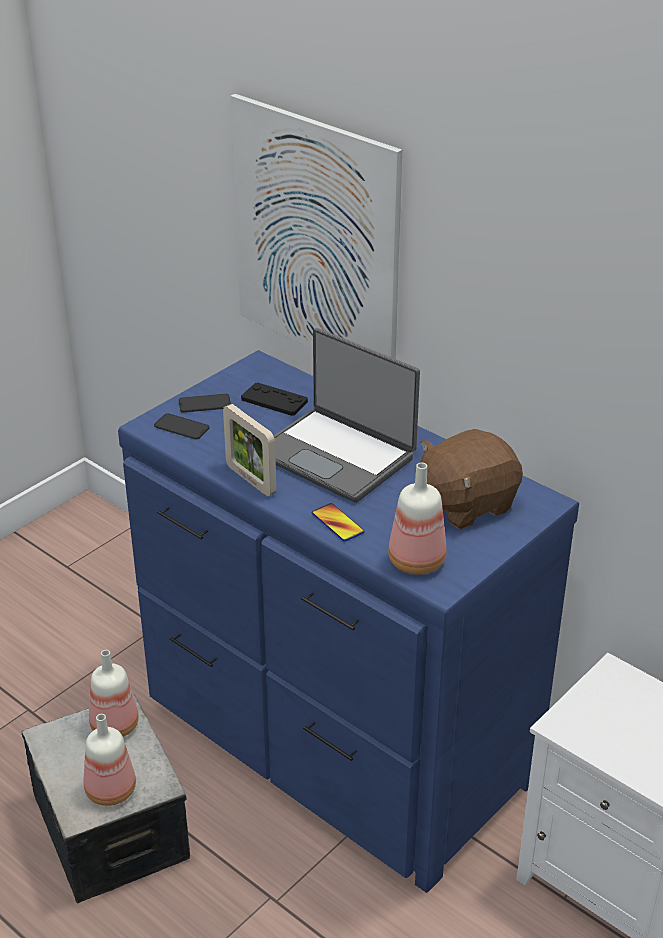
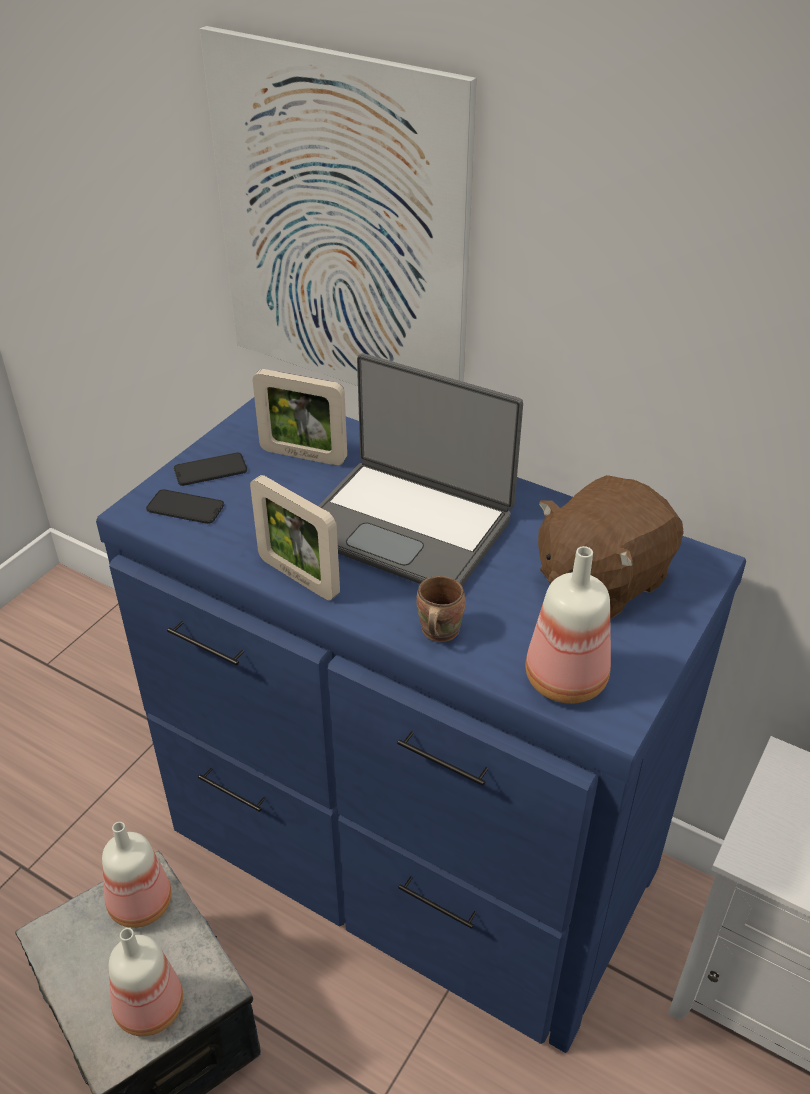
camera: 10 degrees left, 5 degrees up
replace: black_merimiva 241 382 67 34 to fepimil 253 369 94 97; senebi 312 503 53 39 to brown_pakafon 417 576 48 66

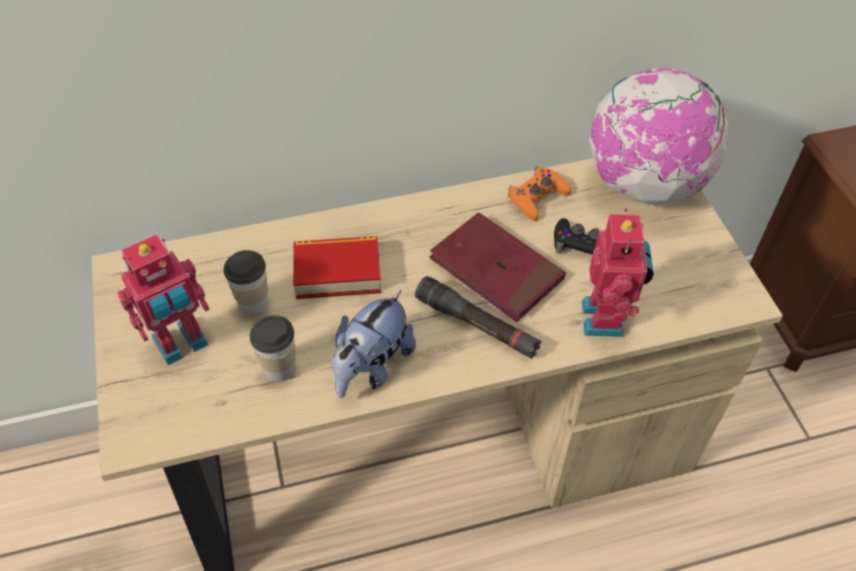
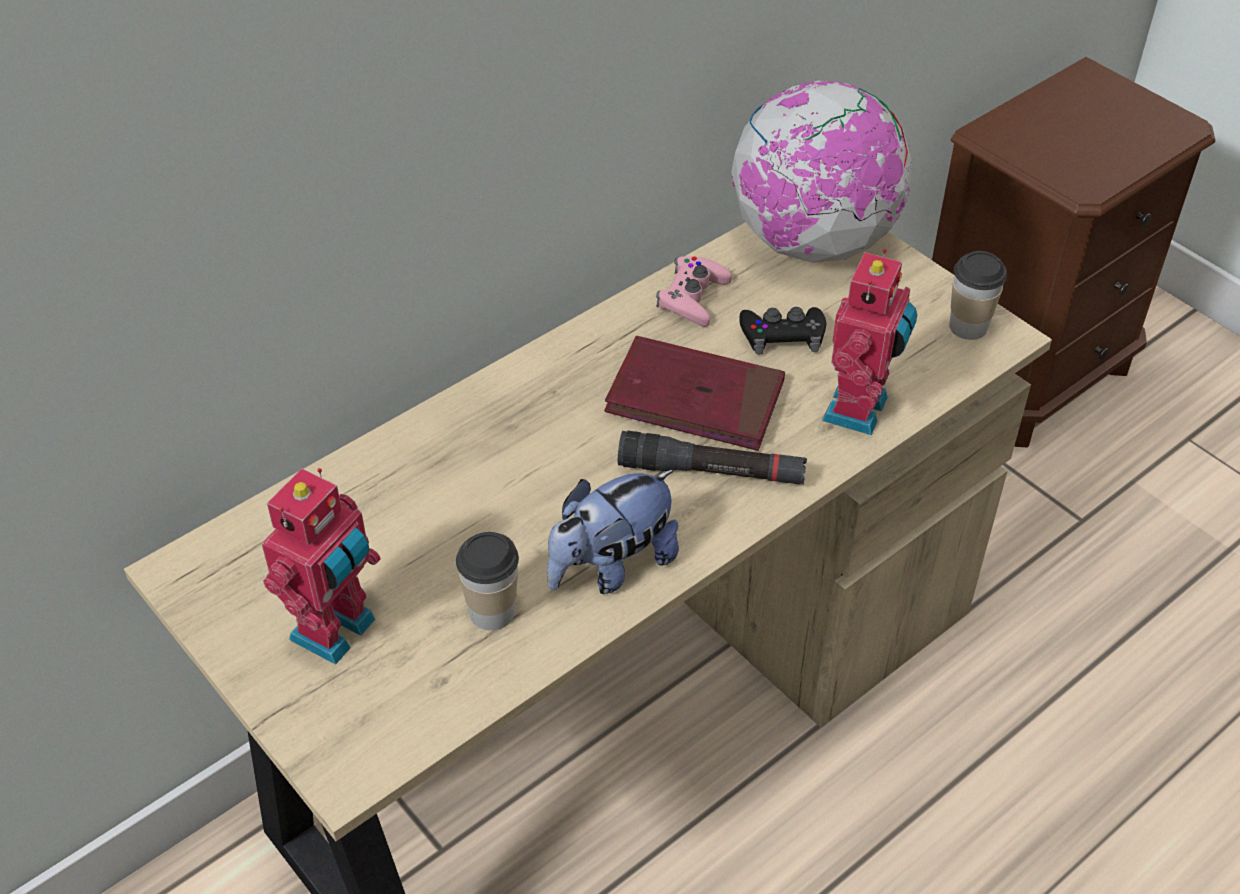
camera: 25 degrees left, 5 degrees down
delete: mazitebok 293 236 88 63
move: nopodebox 224 250 45 65 to 949 251 58 89
recolor: orange_merimiva 508 166 63 55 to pink_merimiva 656 256 76 71
rotate: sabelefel 332 290 84 108 = 547 470 132 124 45 degrees clockwise; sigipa 582 208 72 129 = 822 249 95 186 45 degrees clockwise

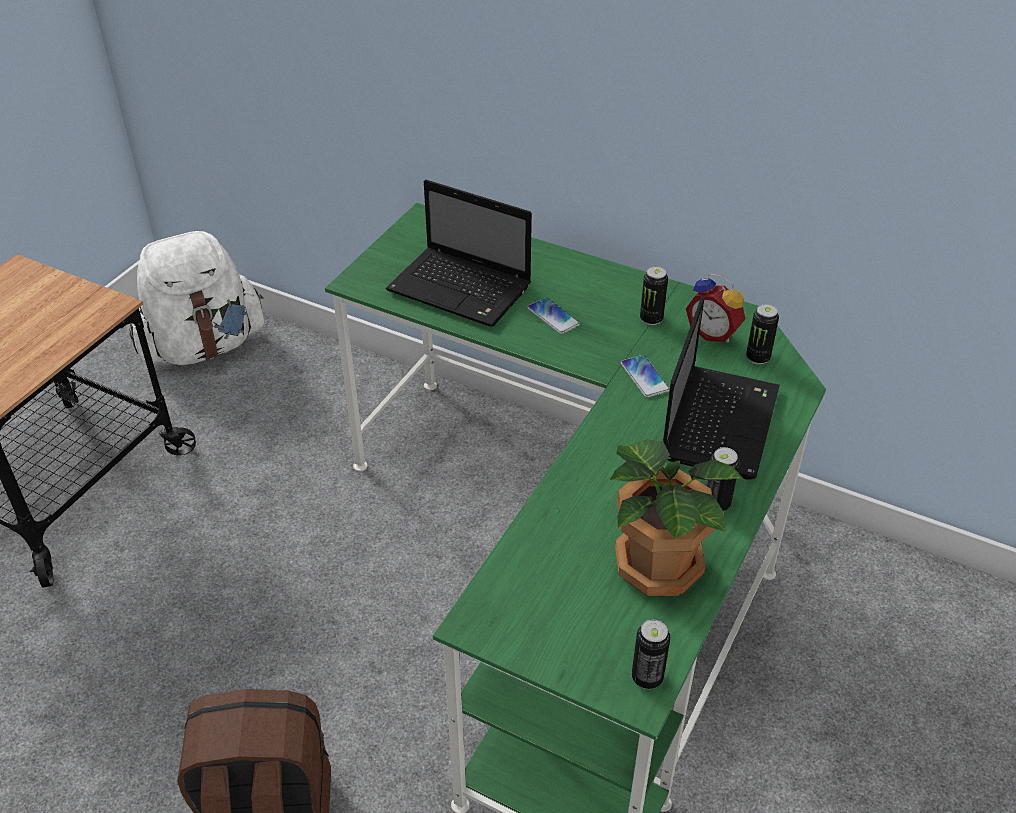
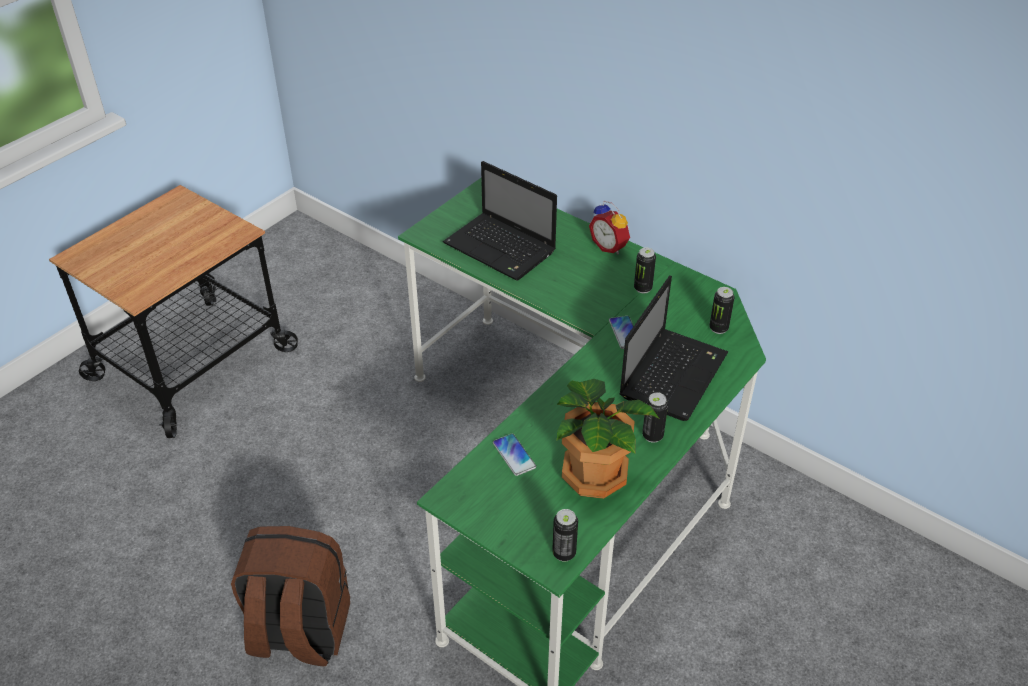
camera: 10 degrees right, 0 degrees up
delete: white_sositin 129 231 135 134
move: senebi 527 297 53 37 to 493 434 43 42; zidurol 686 273 59 70 to 589 201 41 53

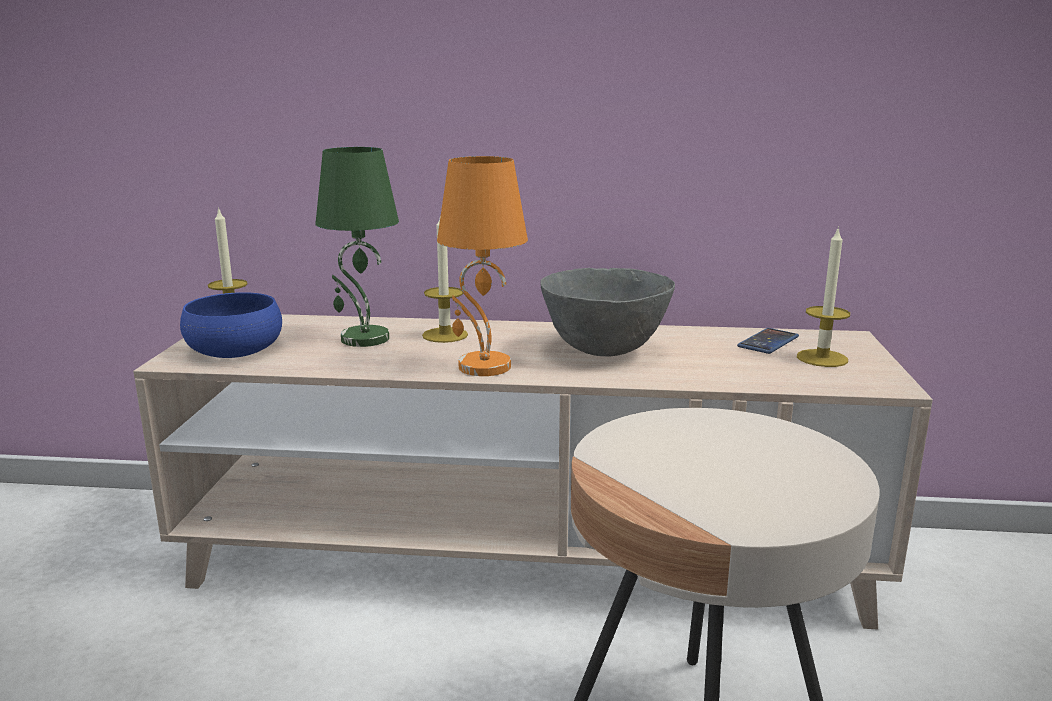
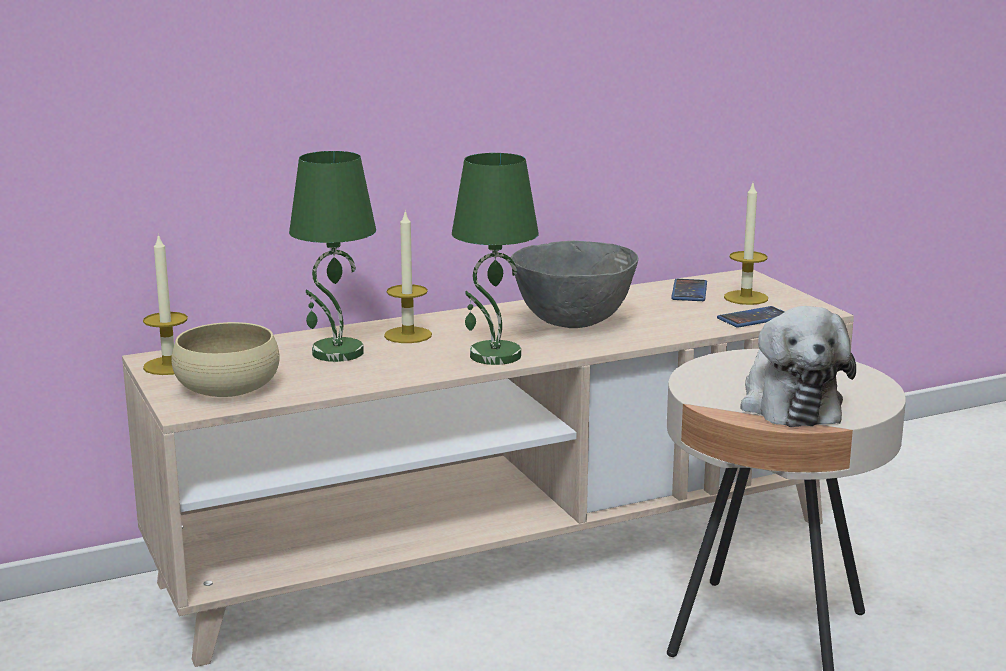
camera: 30 degrees left, 0 degrees up
insert: senebi 717 306 68 22; sabelefel 740 306 116 121
recolor: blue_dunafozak 180 292 102 66 to beige_dunafozak 172 322 108 75; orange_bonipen 437 156 91 220 to green_bonipen 452 153 87 212

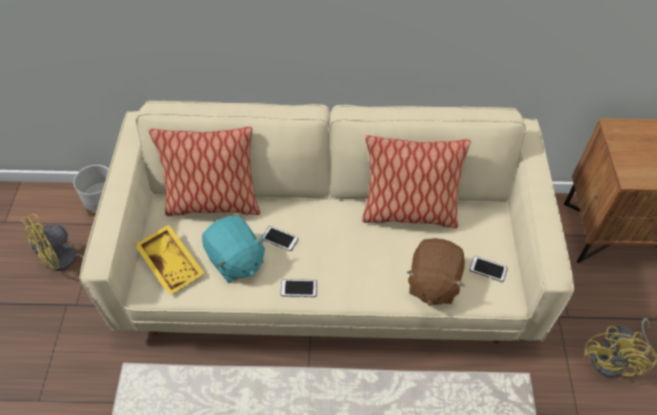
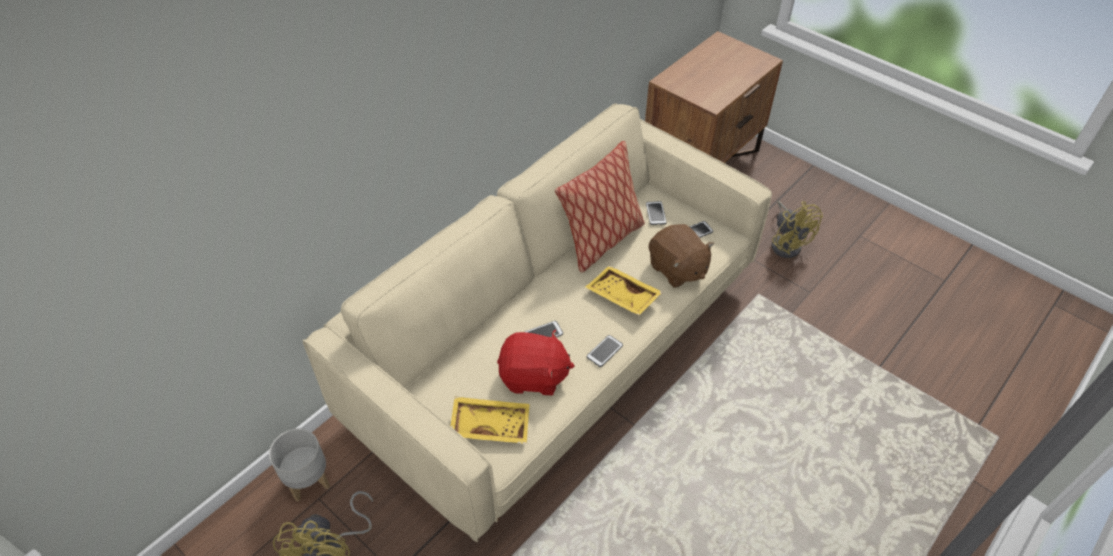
camera: 50 degrees left, 5 degrees down
delete: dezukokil 148 127 112 89
insert: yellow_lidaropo 586 266 76 49; senebi 646 201 21 24
recolor: turquoise_sabelefel 202 215 64 68 to red_sabelefel 497 329 77 66

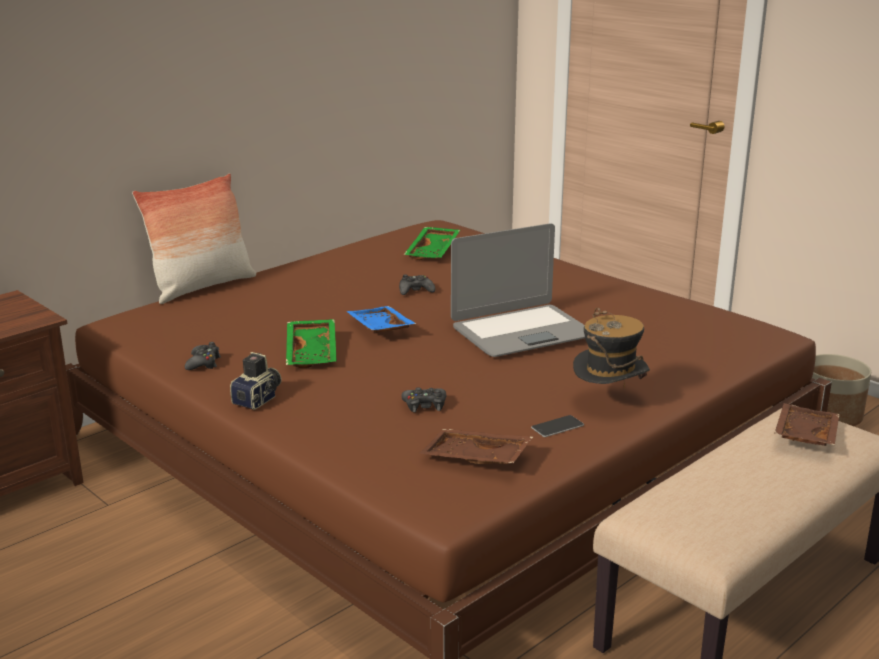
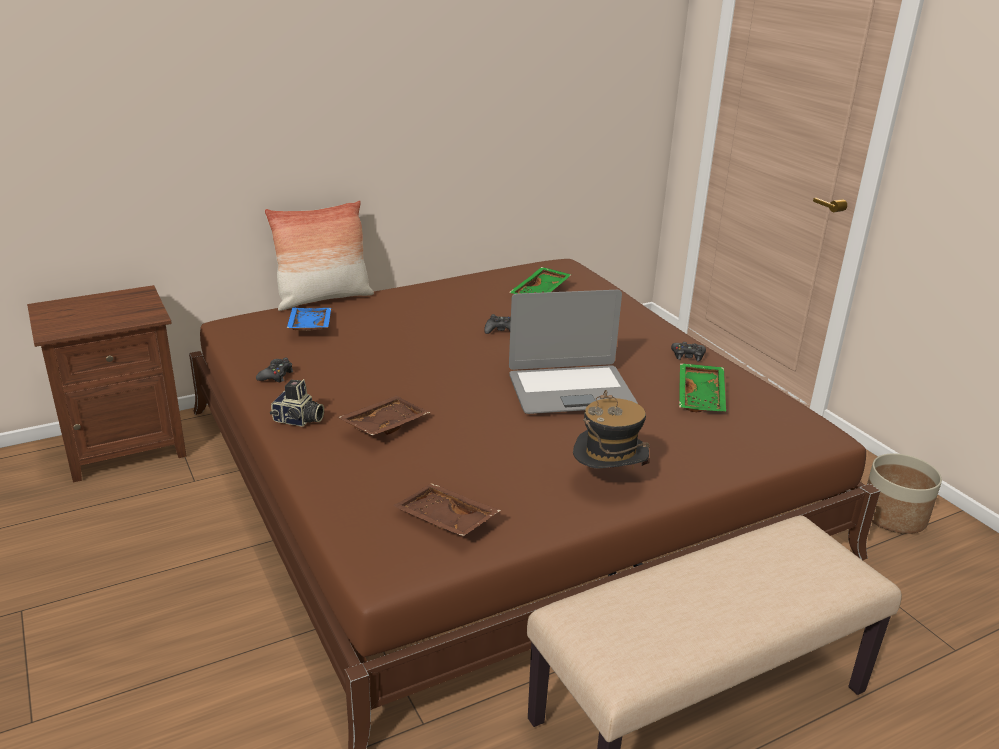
camera: 15 degrees right, 5 degrees up
delete: senebi 531 415 53 22
move: green_lidaropo 286 319 50 49 to 679 363 47 49; blue_lidaropo 347 306 70 26 to 287 308 44 23; black_merimiva 401 388 45 24 to 671 342 35 19; brown_lidaropo 775 403 64 43 to 338 396 93 39
rotate: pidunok 230 352 52 58 = 270 379 54 48 60 degrees clockwise

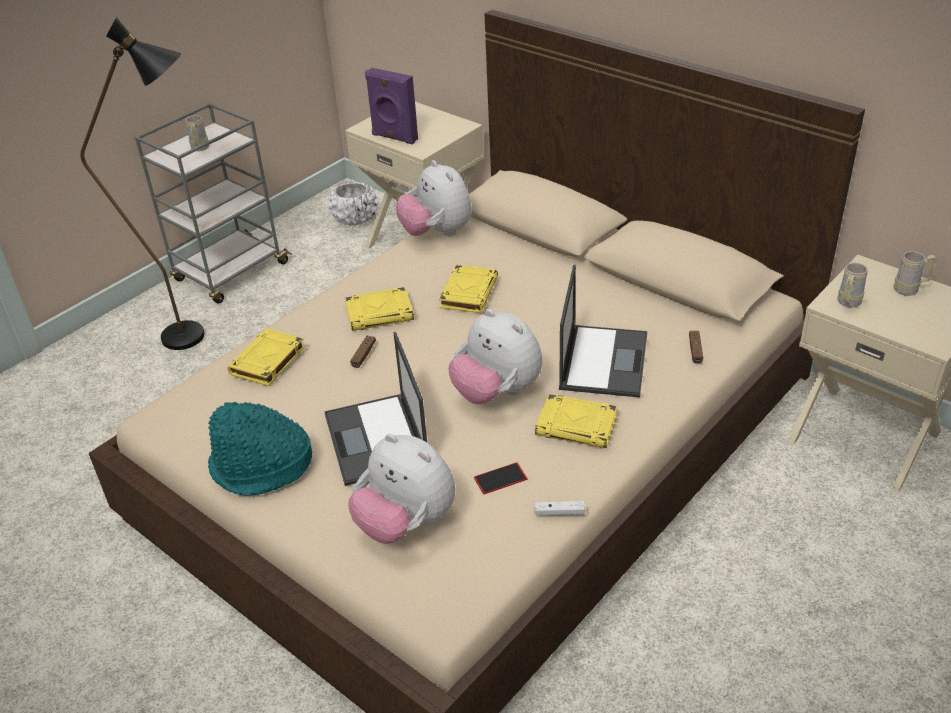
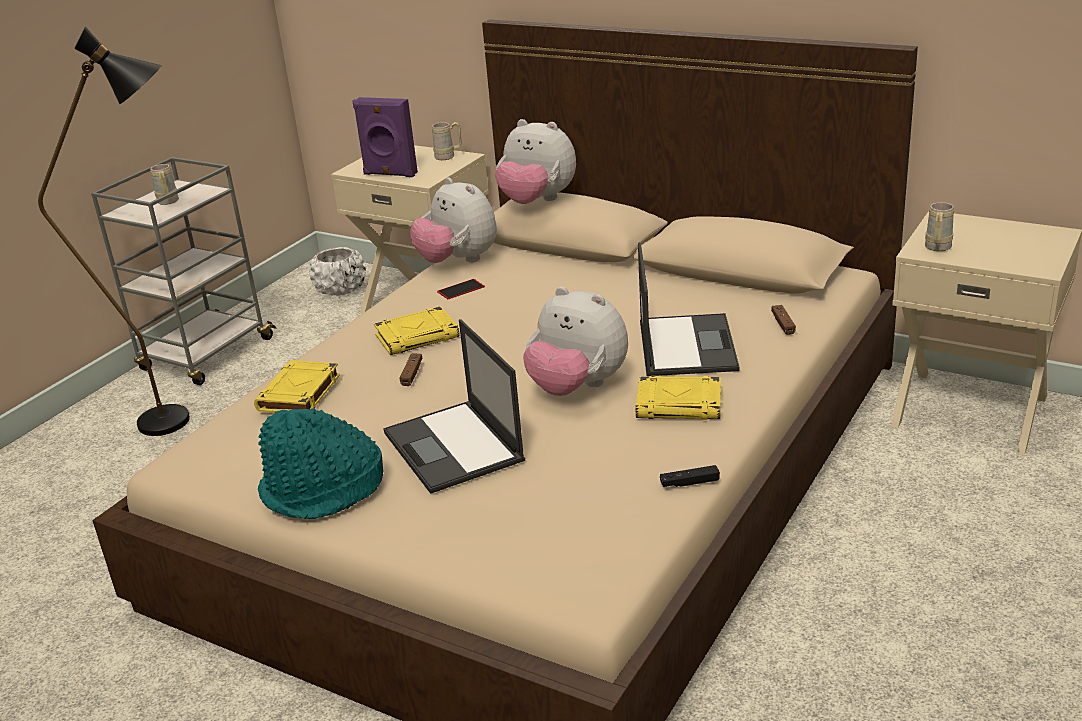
camera: 10 degrees left, 10 degrees down
delete: yellow_mazitebok 439 265 59 48
move: sabelefel 348 433 107 111 to 495 119 81 85; senebi 474 462 54 32 to 437 279 48 20; beige_pakafon 894 251 43 45 to 432 122 30 38
recolor: white_merimiva 534 501 51 14 to black_merimiva 660 465 60 22

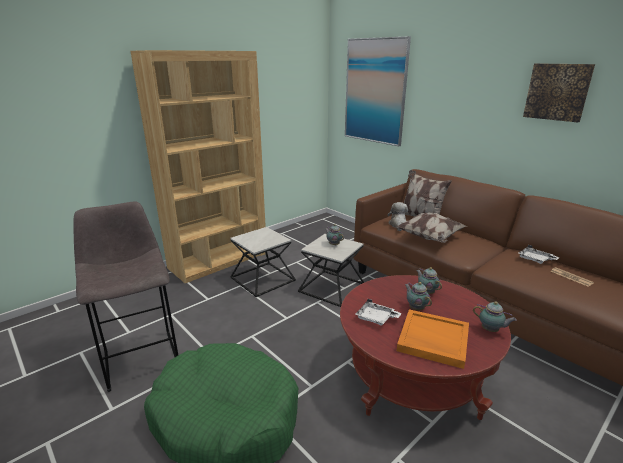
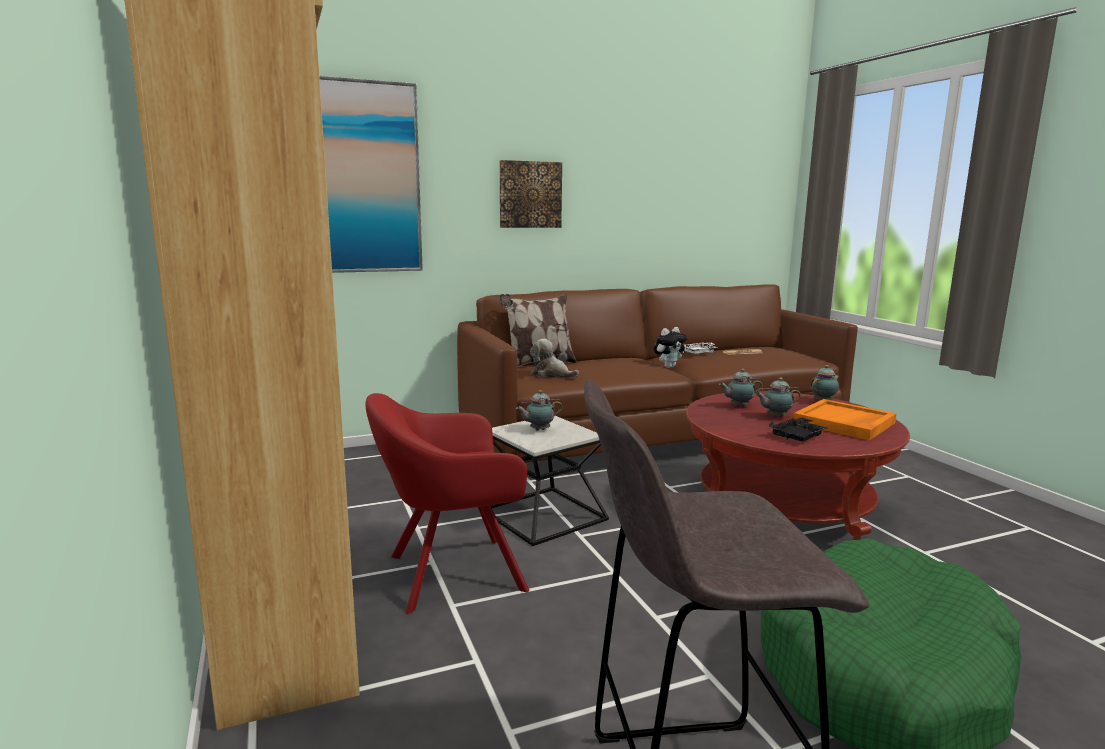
camera: 70 degrees left, 10 degrees down
delete: dezukokil 397 213 70 30
insert: sabelefel 654 327 33 41
move: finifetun 523 63 72 59 to 500 160 62 68
replace: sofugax 230 227 66 70 to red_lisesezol 366 393 163 221
recolor: white_lidaropo 355 299 47 27 to black_lidaropo 769 417 58 24

